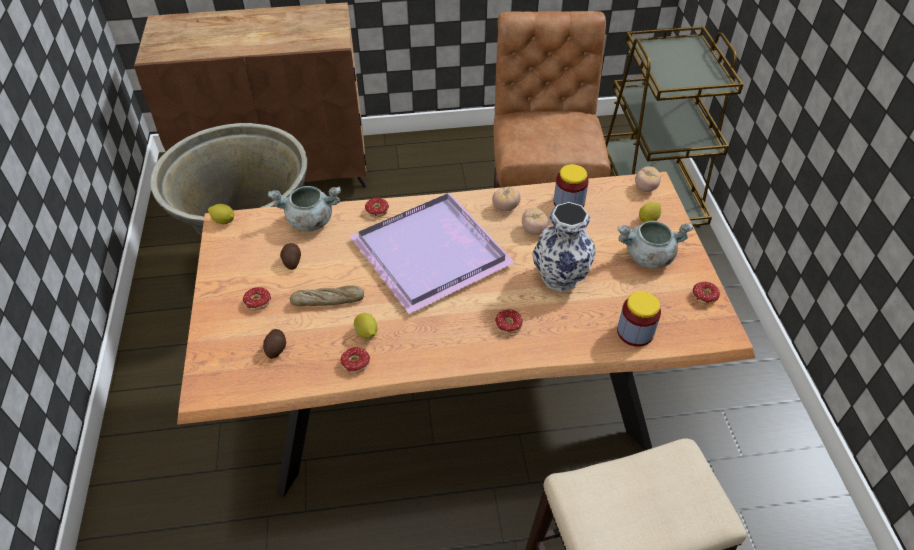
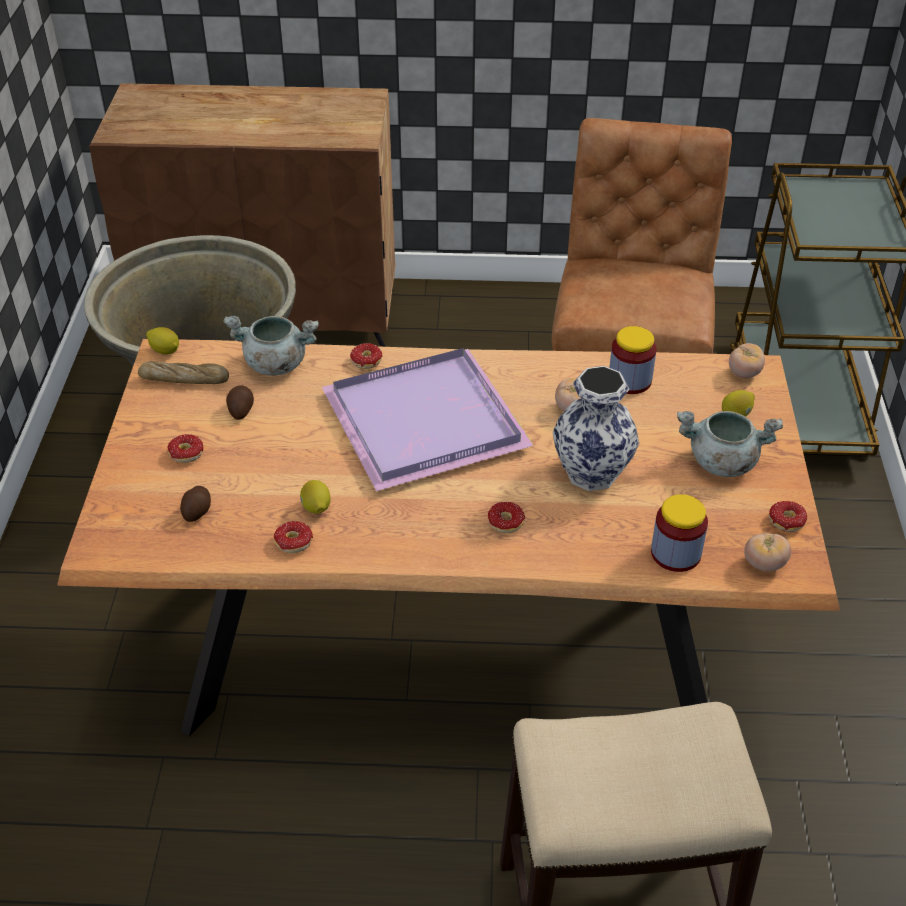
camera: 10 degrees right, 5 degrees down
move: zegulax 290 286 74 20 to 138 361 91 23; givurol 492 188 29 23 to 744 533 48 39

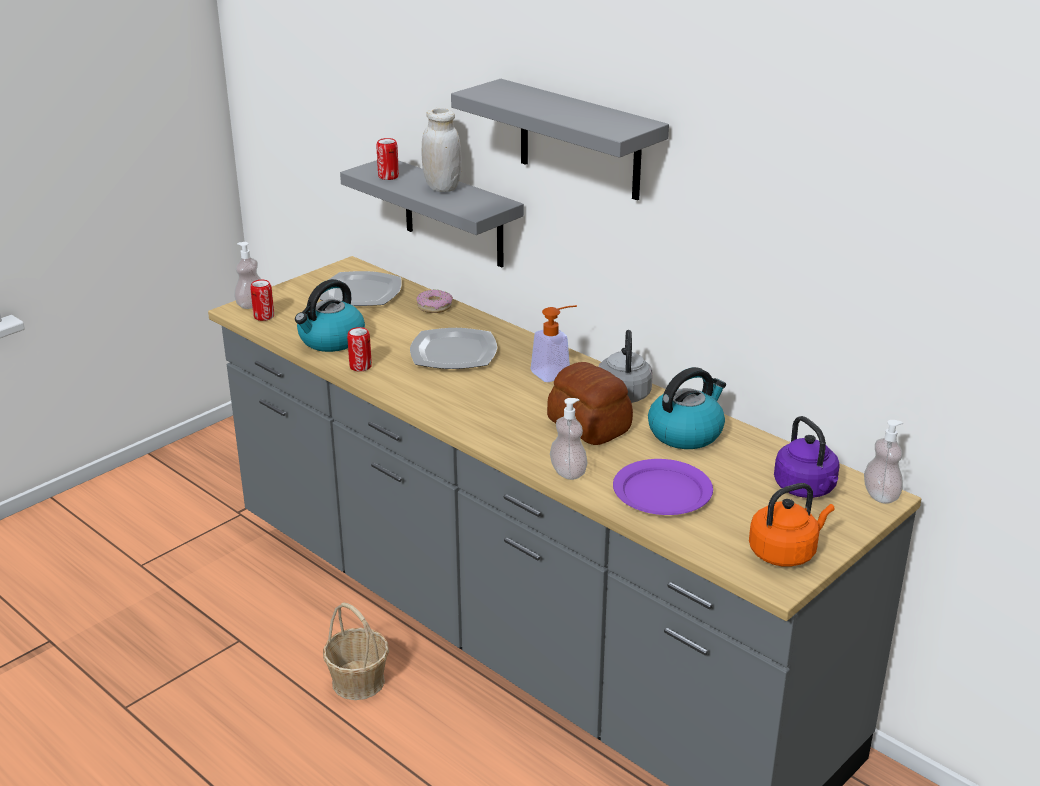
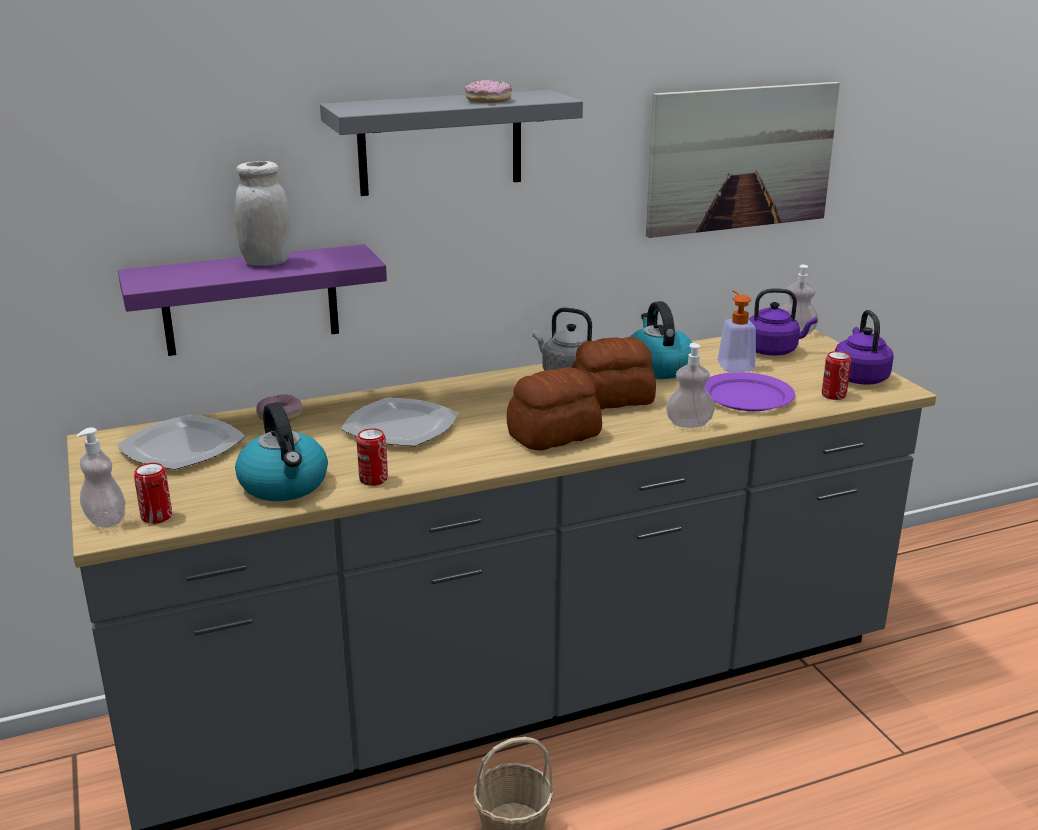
camera: 65 degrees left, 5 degrees down
insert: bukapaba 465 80 47 23; zegulax 507 367 95 84; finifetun 646 82 194 156
move: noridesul 376 138 23 42 to 822 351 29 49; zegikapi 531 305 46 77 to 717 290 39 82
recolor: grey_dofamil 340 160 184 107 to purple_dofamil 118 244 269 112; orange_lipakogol 749 483 86 84 to purple_lipakogol 835 310 59 75

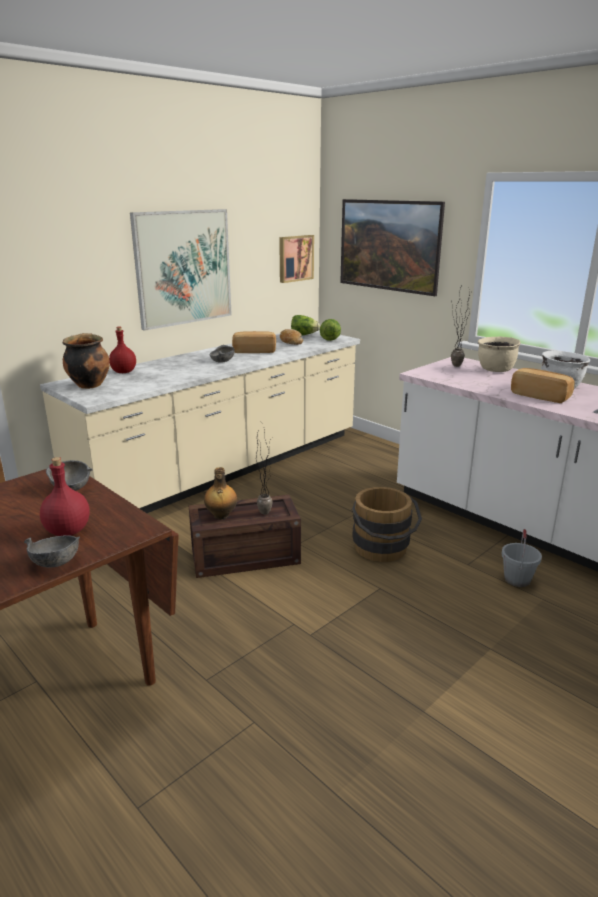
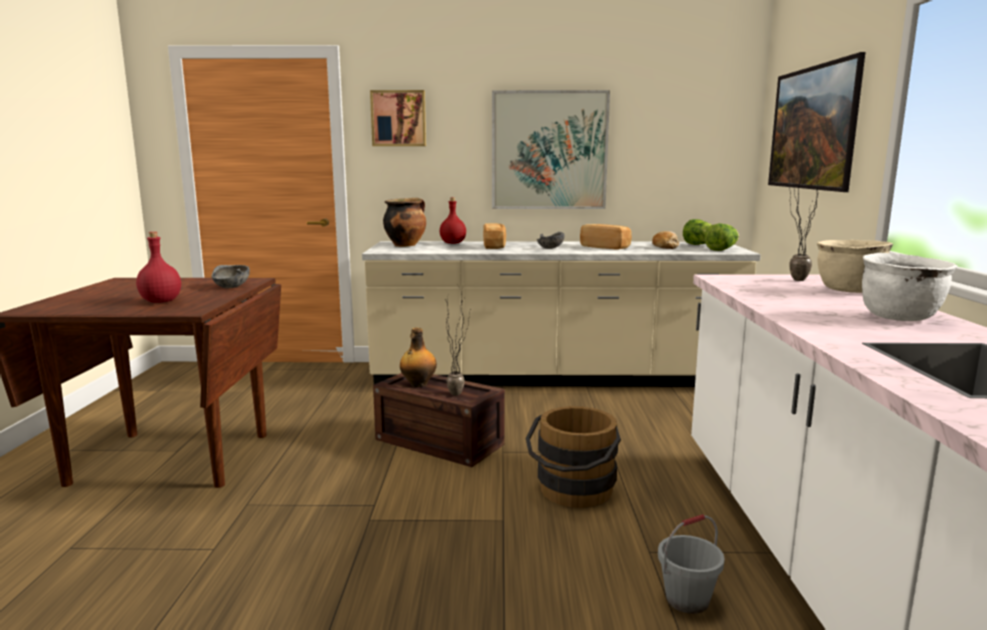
camera: 45 degrees right, 10 degrees down
delete: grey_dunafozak 24 535 56 33
move: finifetun 279 235 35 48 to 370 90 56 56; zegulax 511 368 64 35 to 483 223 23 26

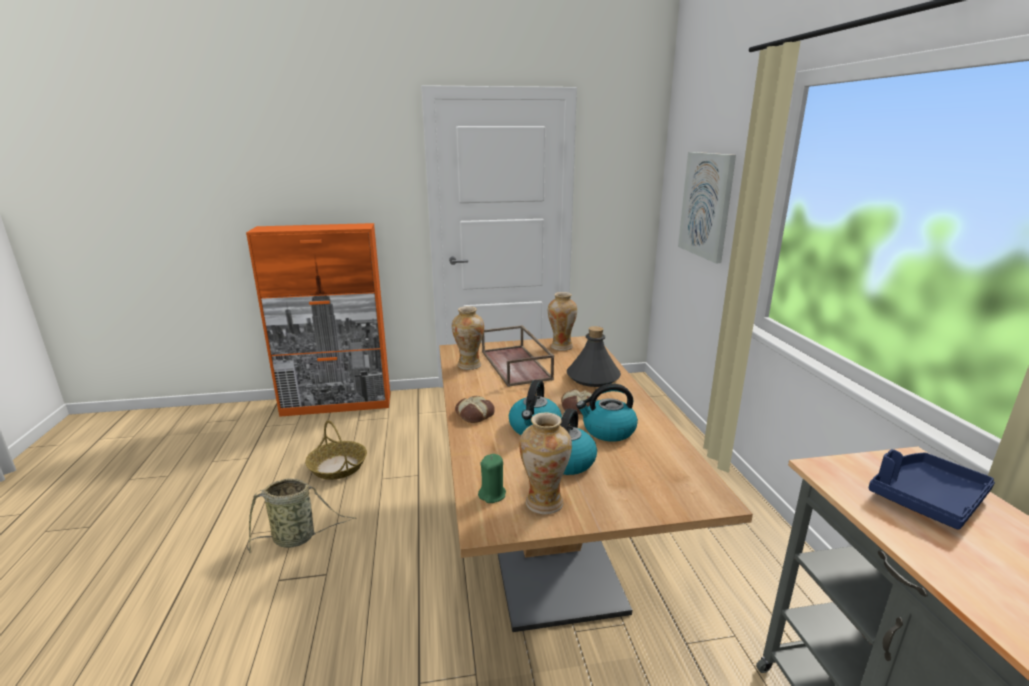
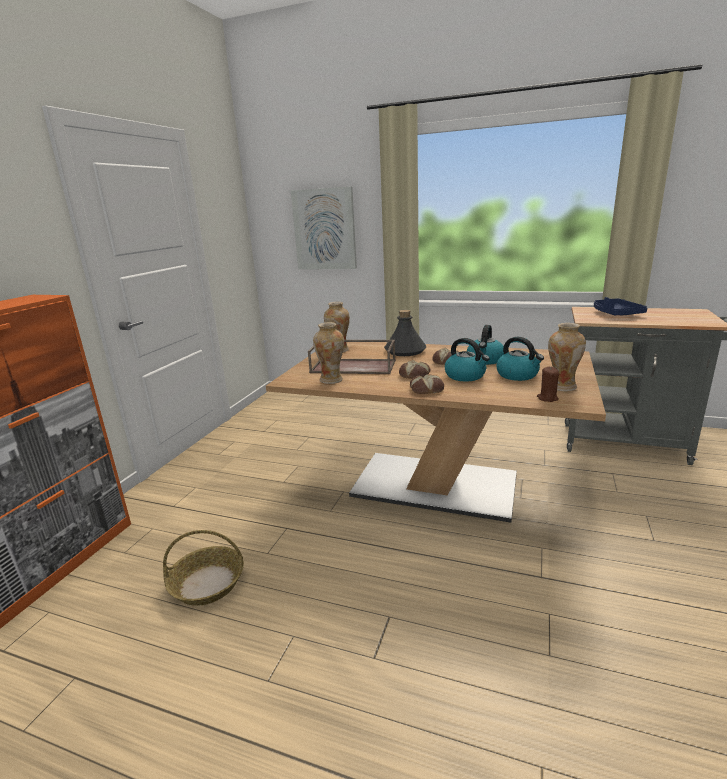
camera: 60 degrees left, 0 degrees up
delete: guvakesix 247 478 110 75
insert: zegulax 399 360 31 19
recolor: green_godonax 478 454 28 49 to brown_godonax 537 367 22 35

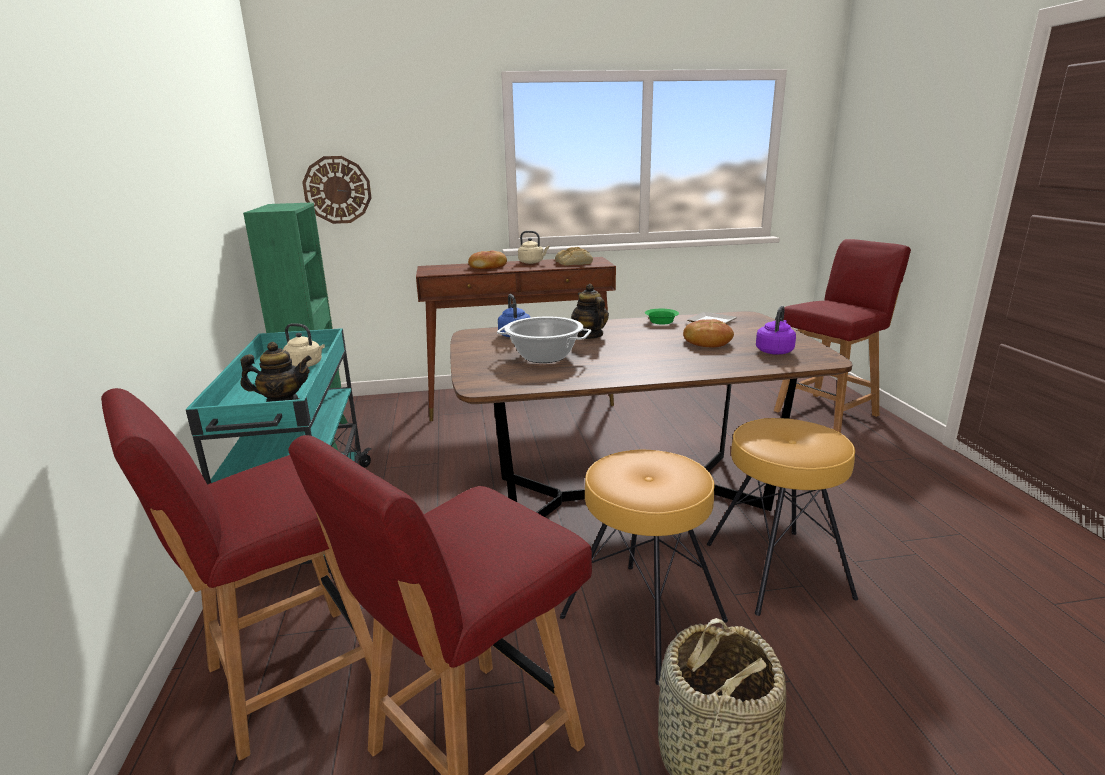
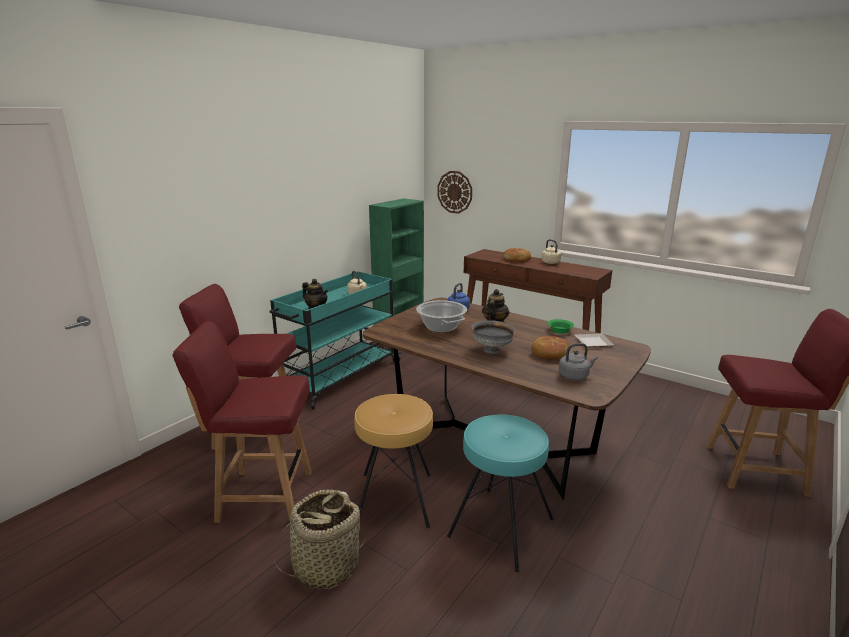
camera: 45 degrees right, 0 degrees up
delete: zegulax 555 247 38 19
insert: grey_dunafozak 471 320 45 34
recolor: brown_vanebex 706 418 152 198 to turquoise_vanebex 447 414 106 158; purple_lipakogol 756 306 40 49 to grey_lipakogol 559 343 39 38

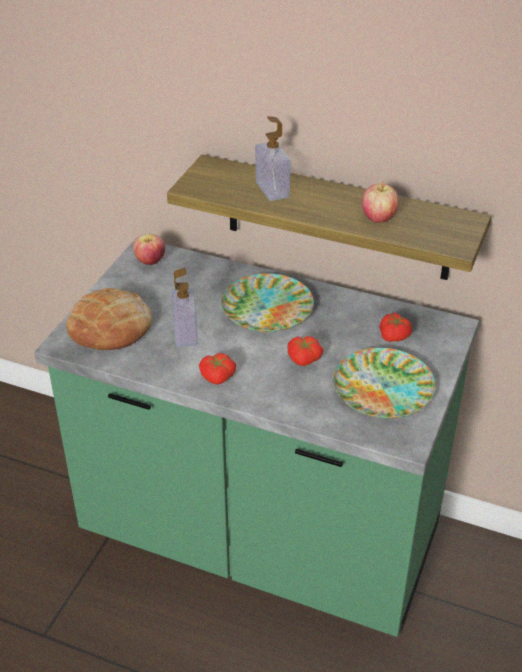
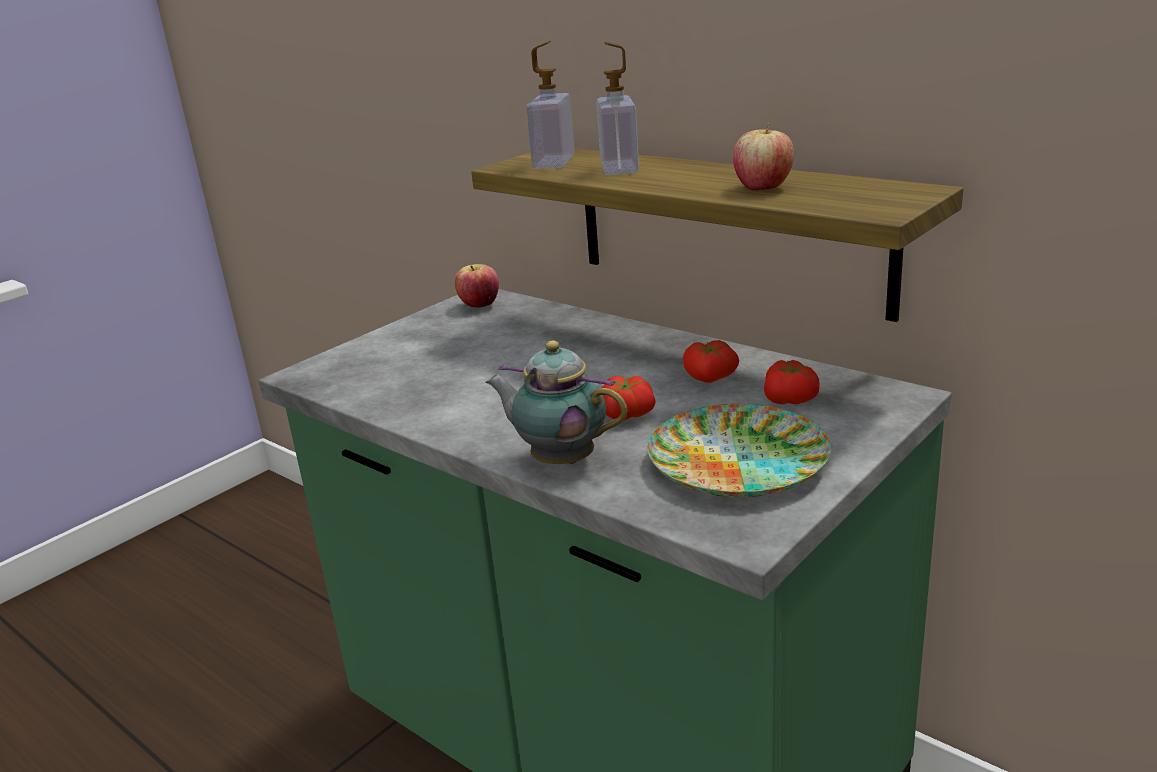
camera: 20 degrees right, 15 degrees down
delete: zegulax 66 288 86 62; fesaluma 221 273 93 59
insert: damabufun 486 341 142 123
move: zegikapi 171 268 27 79 to 526 41 48 128; givurol 199 353 37 31 to 683 340 56 43

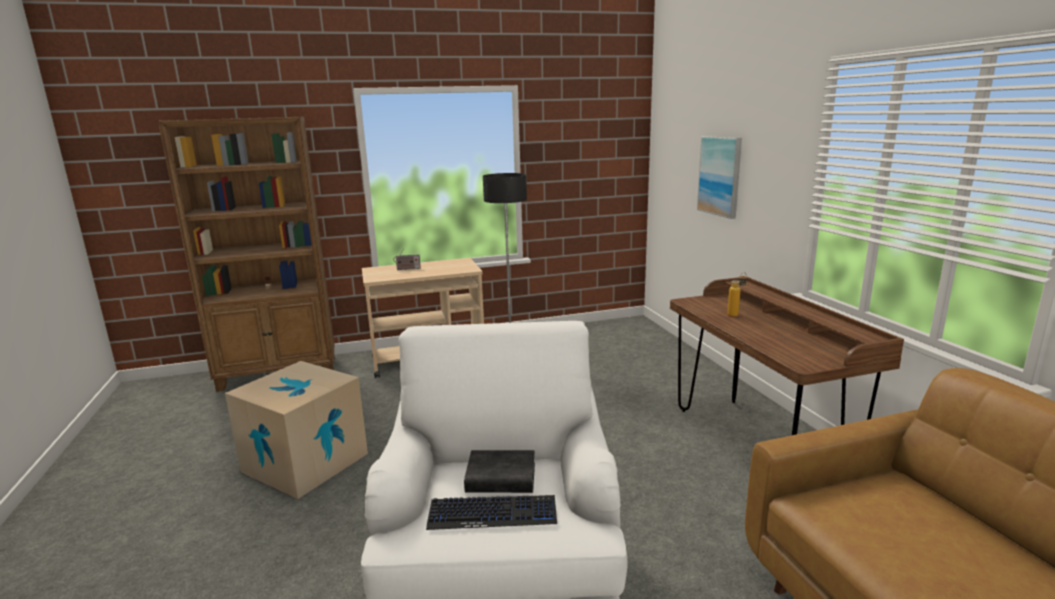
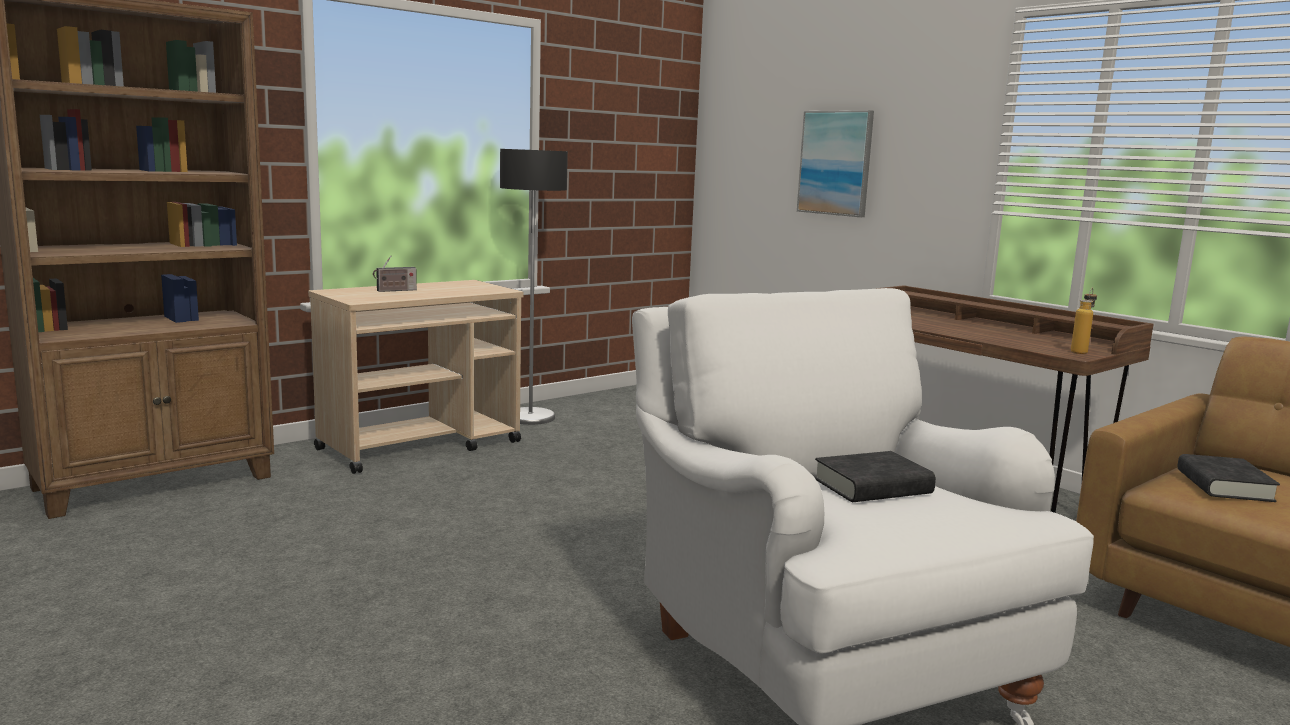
camera: 25 degrees left, 5 degrees down
delete: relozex 225 361 143 138; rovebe 426 495 131 35
insert: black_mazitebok 1177 454 103 48
move: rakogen 727 272 20 45 to 1071 288 26 66

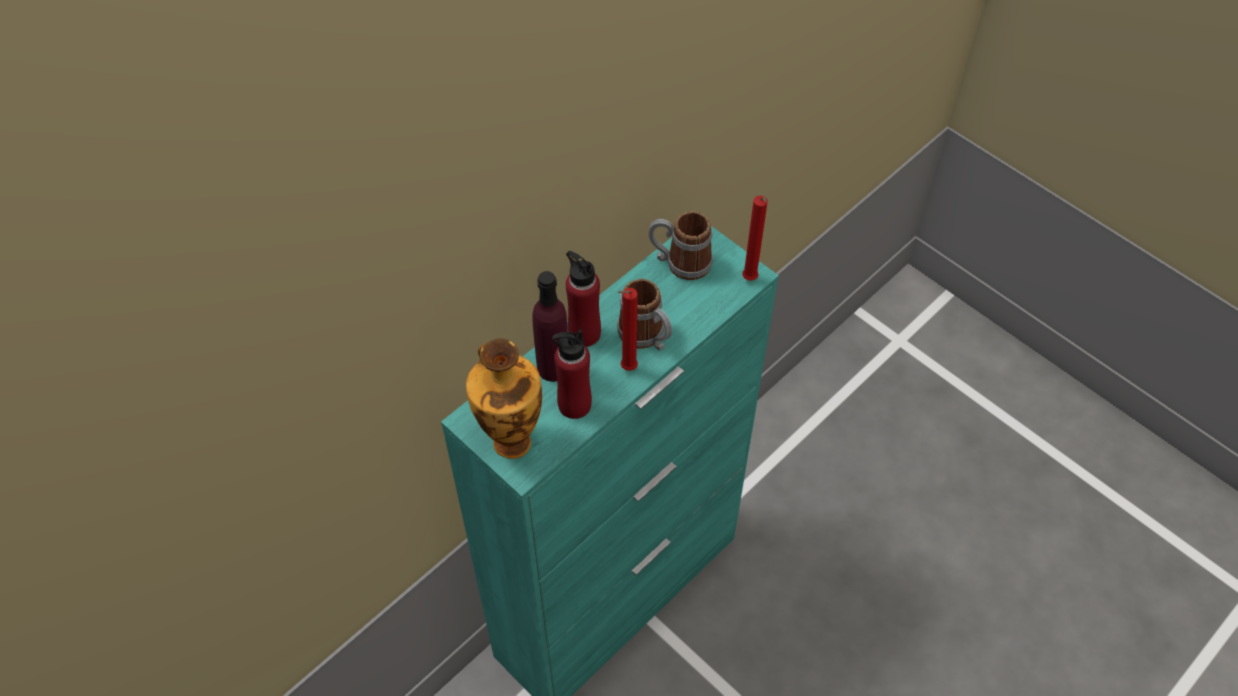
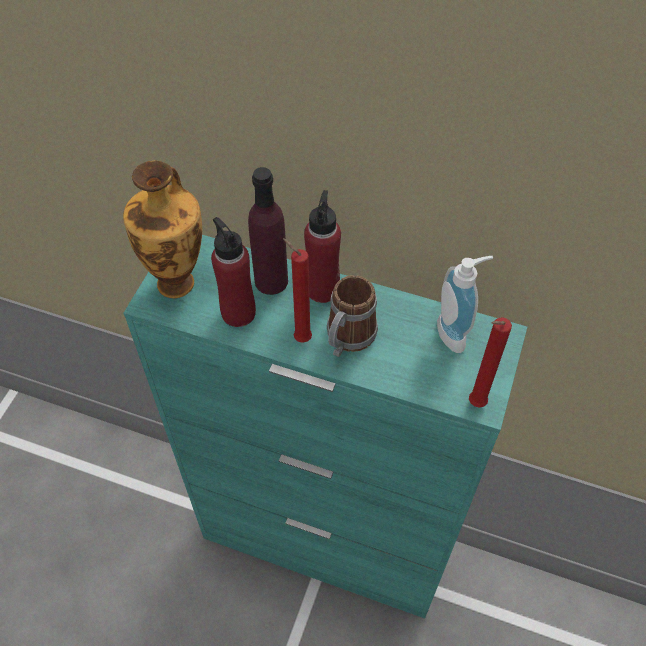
camera: 65 degrees right, 0 degrees up
replace: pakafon 648 211 65 69 to zegikapi 437 256 56 97

